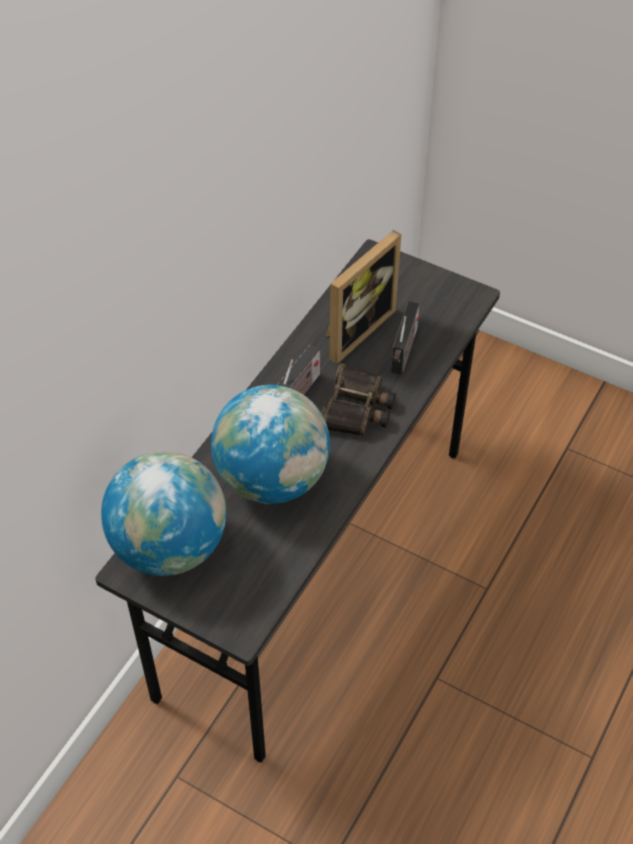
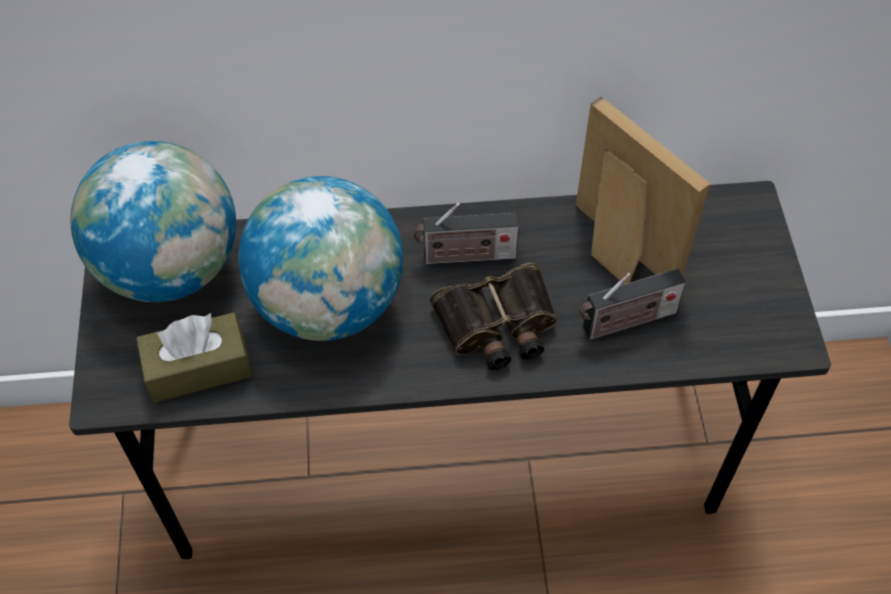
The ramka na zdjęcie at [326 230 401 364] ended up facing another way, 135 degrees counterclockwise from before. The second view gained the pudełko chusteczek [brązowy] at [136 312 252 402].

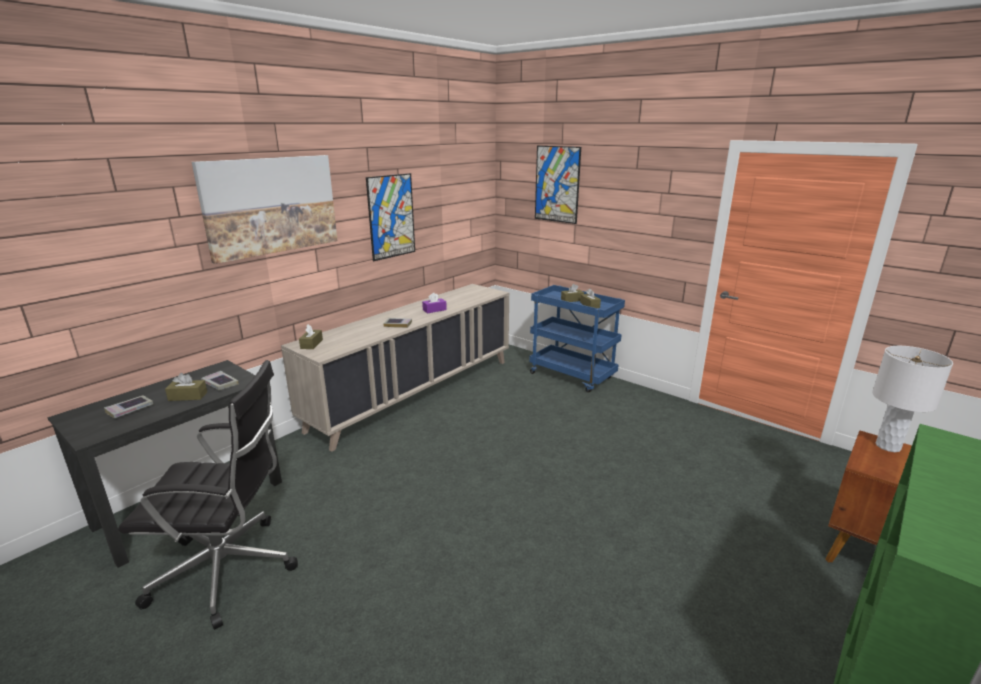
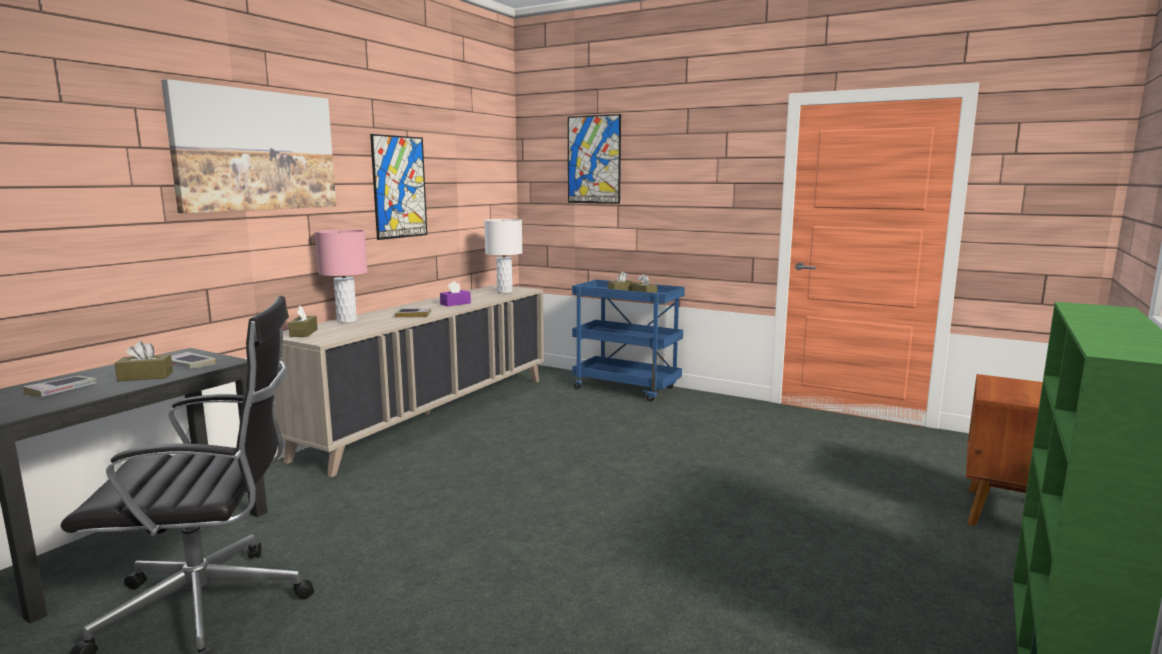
The lampa stołowa [biały] ended up elsewhere, having gone from [872 346 953 452] to [484 219 523 293]. The second view gained the lampa stołowa [różowy] at [315 229 368 323].

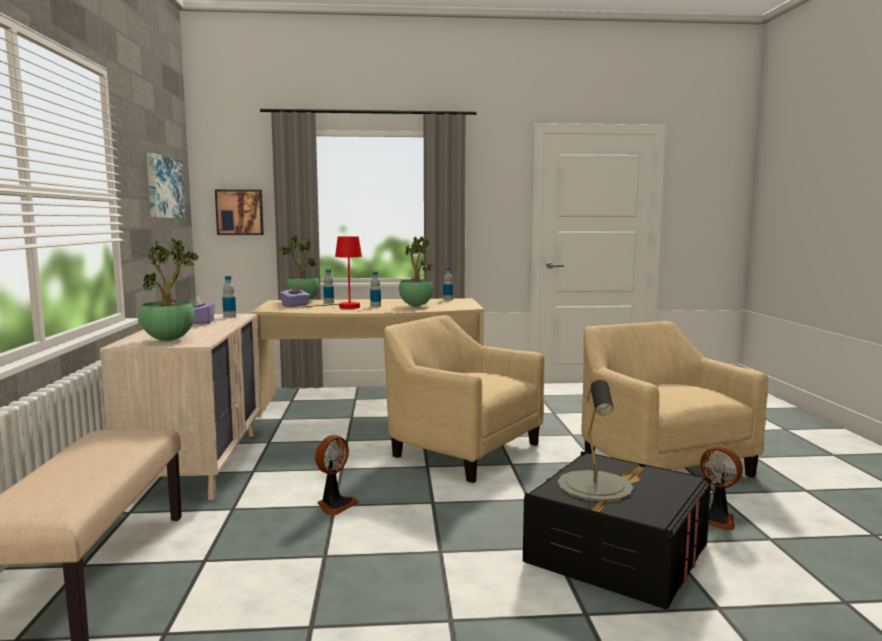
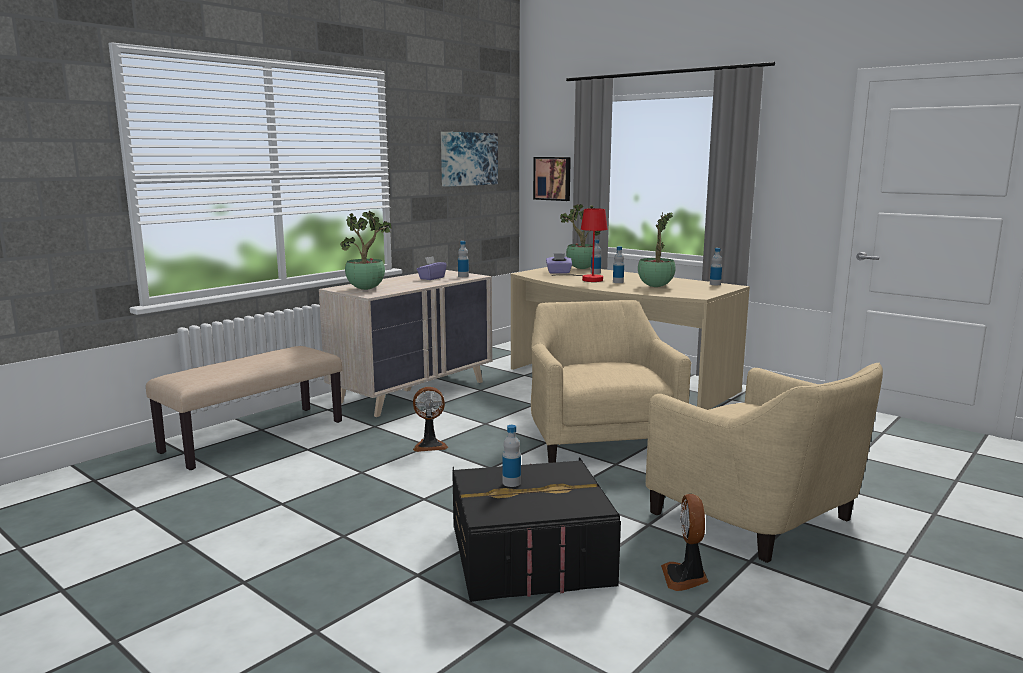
The fotel [beżowy] at [582 321 768 478] ended up facing another way, 120 degrees clockwise from before. Where the lampa stołowa [szary] stood at [557 380 634 502], the butelka came to stand at [503 425 521 487].

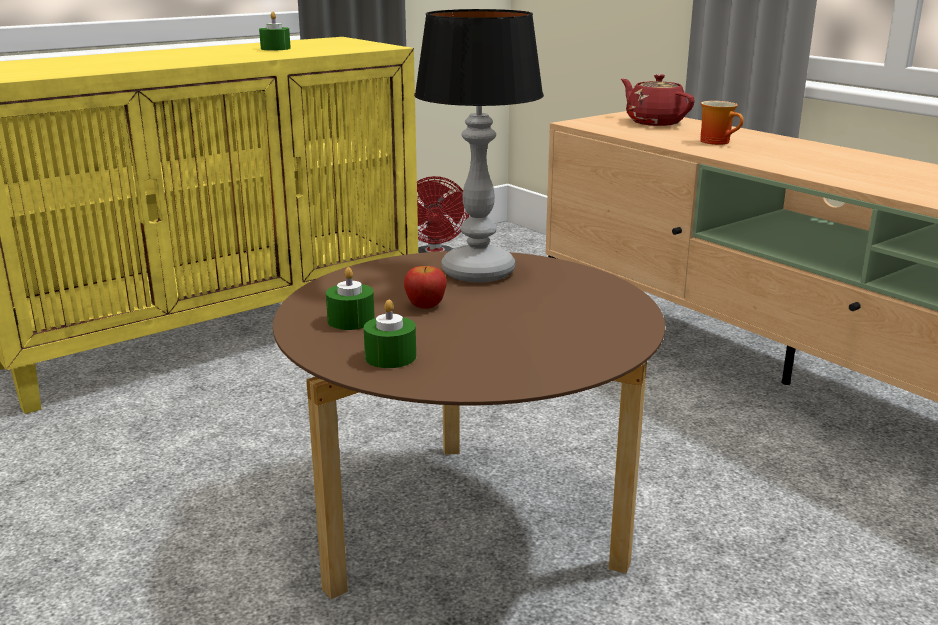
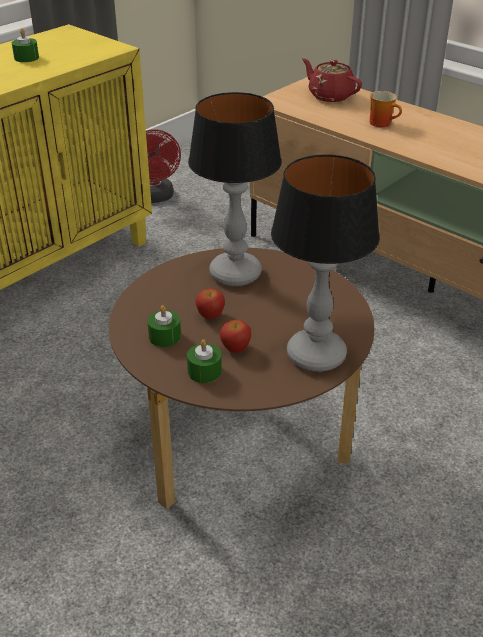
The second view gained the lampa stołowa at [271 155 380 372]. The second view gained the jabłko at [220 319 251 353].

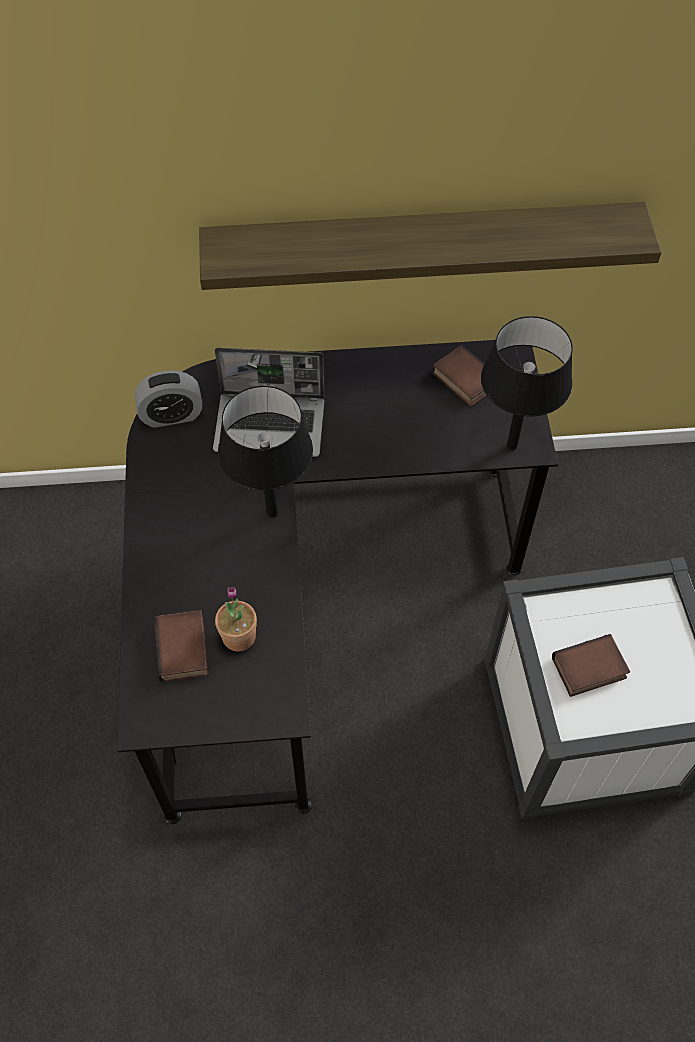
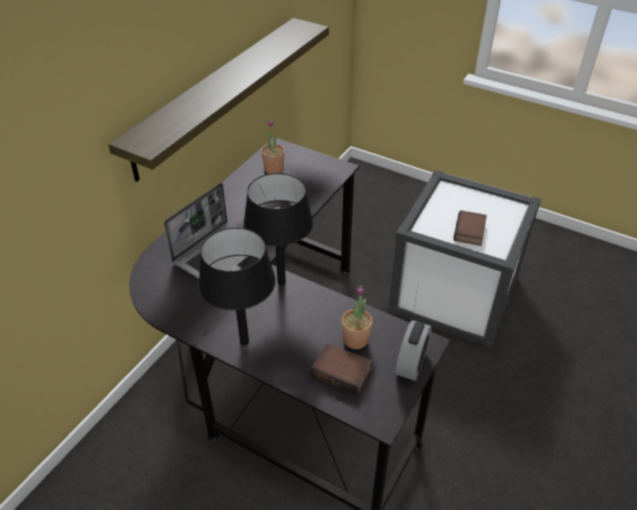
The lampa stołowa [czarny] ended up elsewhere, having gone from [481 316 572 450] to [198 228 276 345]. Where the książka stood at [432 345 487 407], the roślina doniczkowa came to stand at [261 119 285 174]. The budzik ended up elsewhere, having gone from [135 370 202 428] to [396 320 432 381].

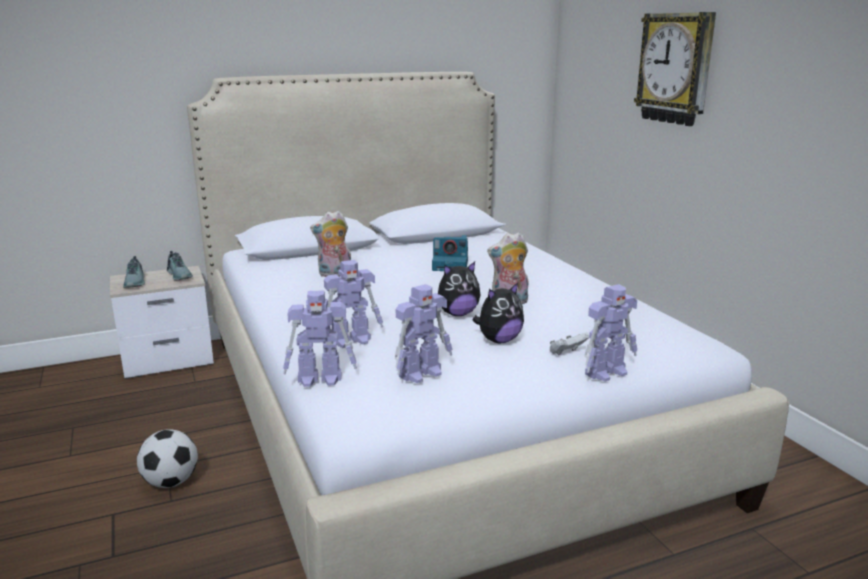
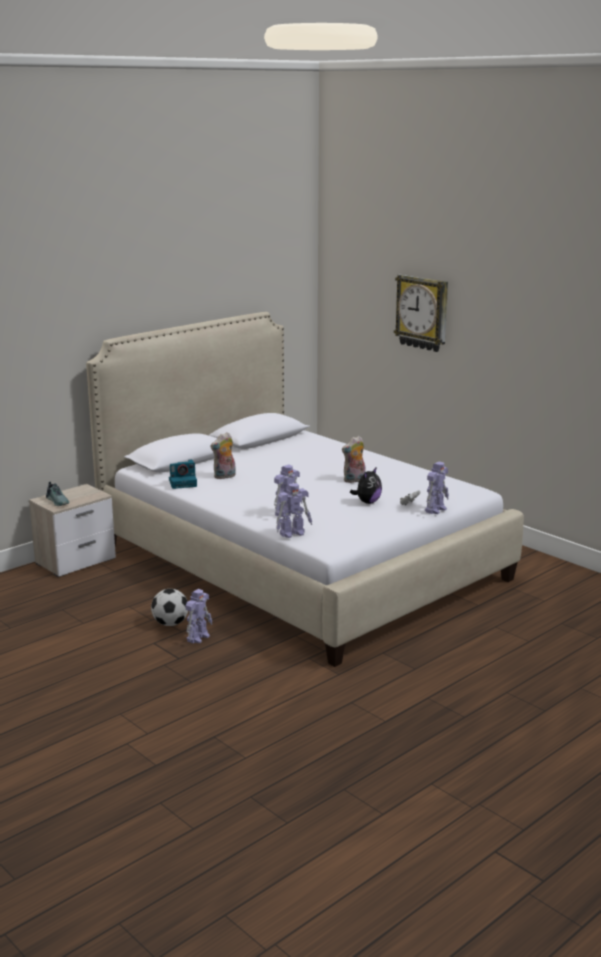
The aparat fotograficzny ended up elsewhere, having gone from [432 235 468 271] to [169 459 197 489]. The second view lost the but at [167 251 193 281]. The second view lost the pluszak at [438 262 480 316]. The robot zabawkowy ended up elsewhere, having gone from [395 284 452 383] to [186 589 212 643].

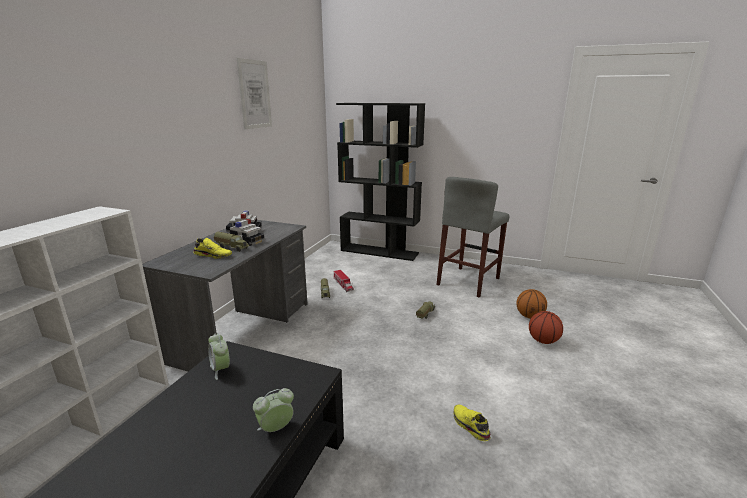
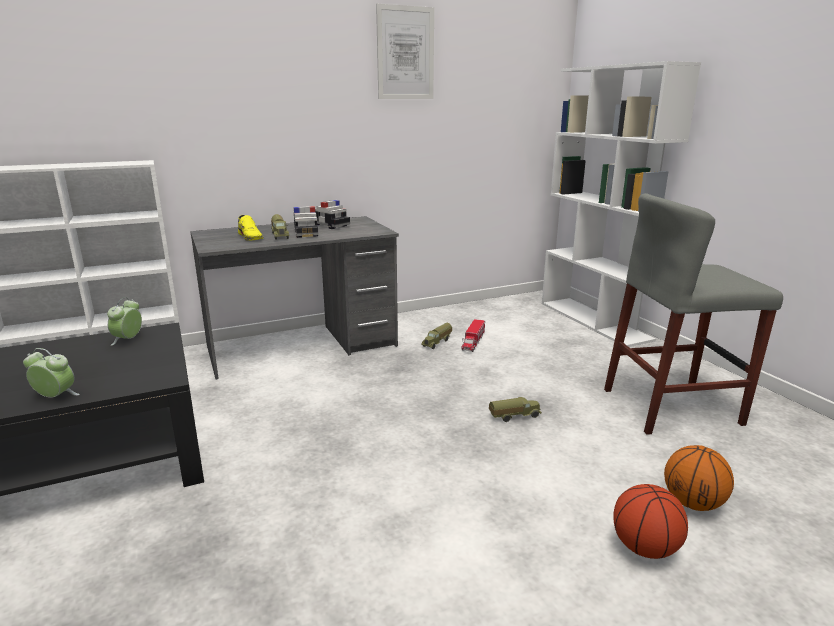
What was the regał [czarny] at [336 103 425 261] turned into the regał [biały] at [542 61 701 347]. The second view lost the but [żółty] at [453 405 491 441].

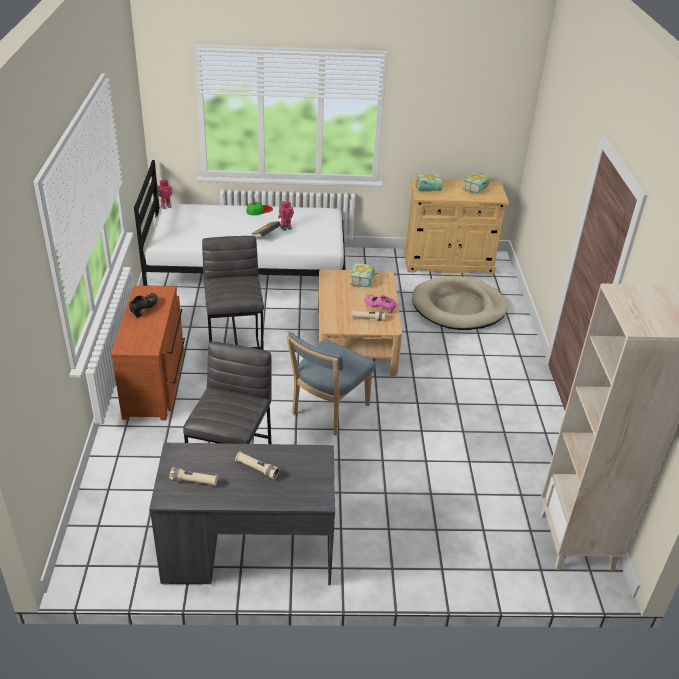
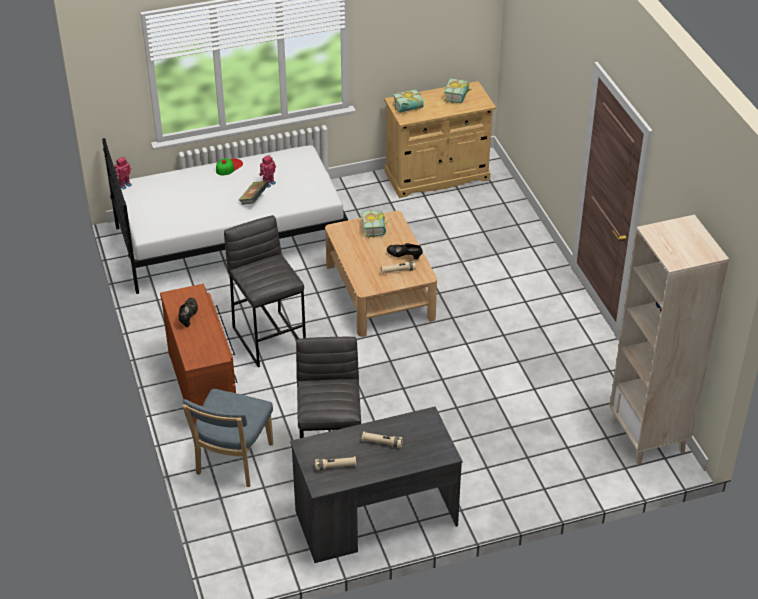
The second view lost the legowisko [beżowy] at [412 276 508 330]. What was the but [różowy] at [364 295 396 313] turned into the but [czarny] at [387 243 423 260]. The krzesło [niebieski] ended up elsewhere, having gone from [287 332 375 436] to [182 389 273 487].

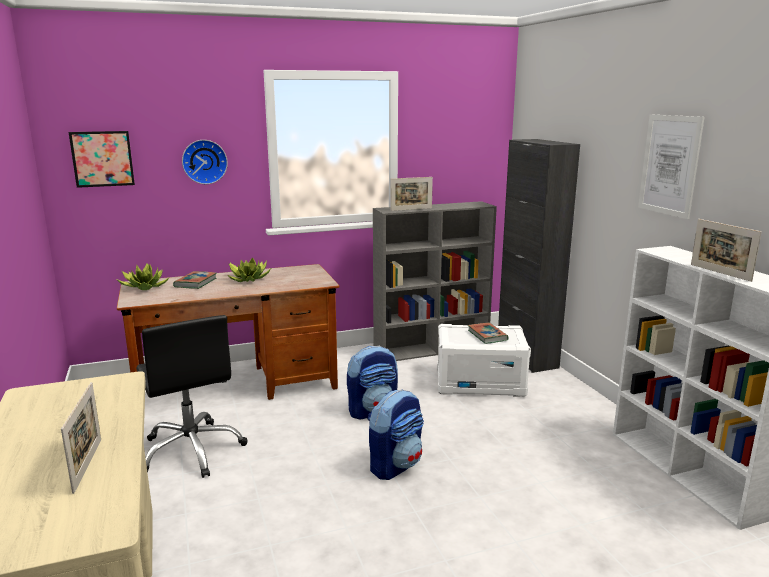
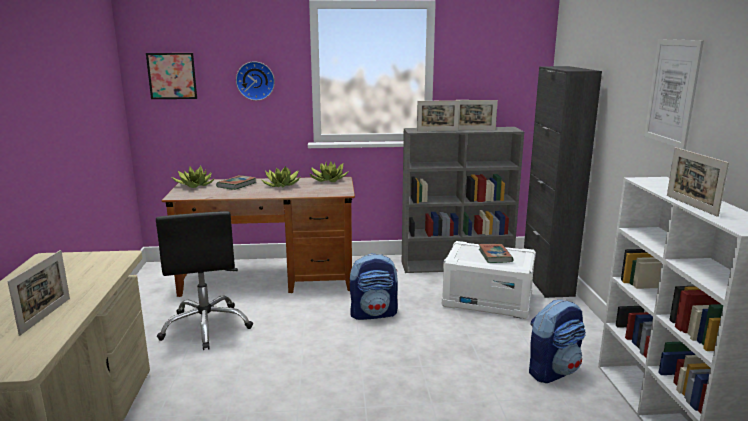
The plecak ended up elsewhere, having gone from [368 389 424 480] to [529 299 586 383]. The second view gained the ramka na zdjęcie at [458 100 498 130]. The second view gained the roślina doniczkowa at [309 162 349 182].

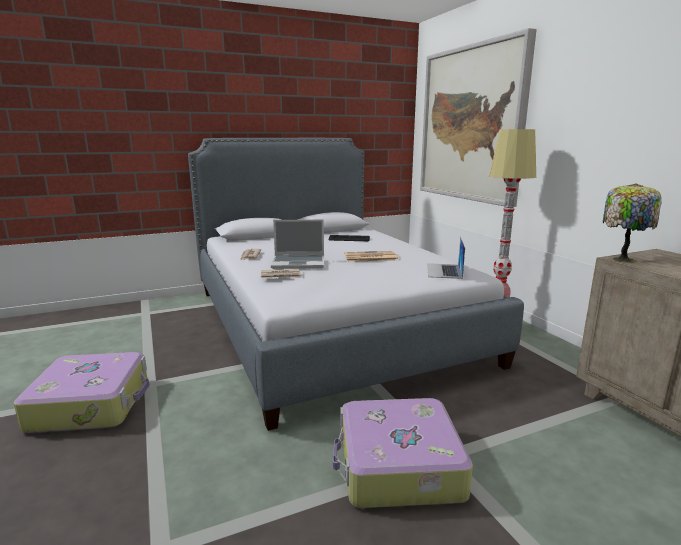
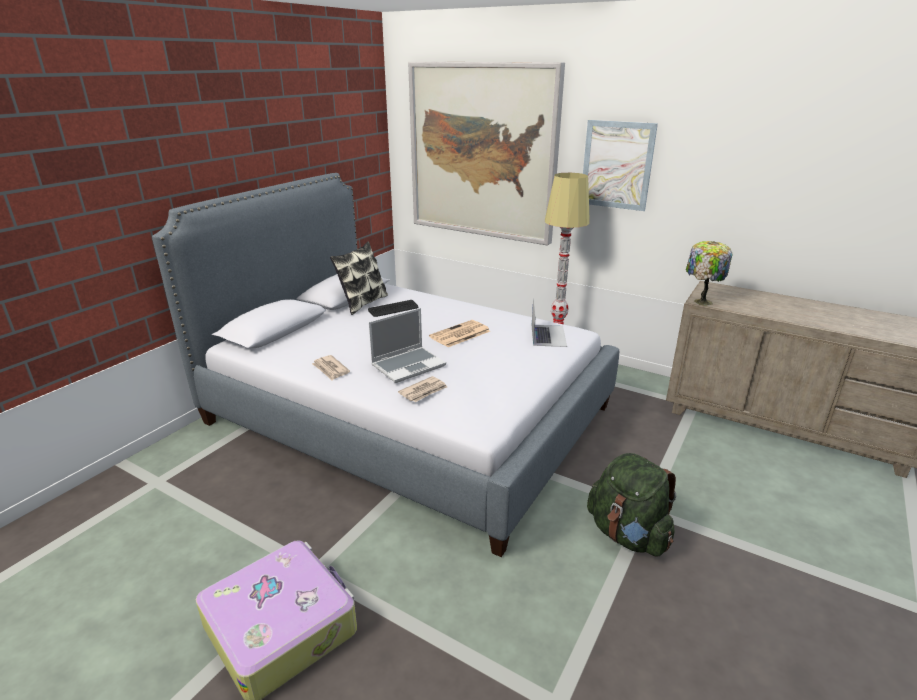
The laptop at [427 237 465 279] ended up facing another way, 150 degrees counterclockwise from before. Where the walizka stood at [333 398 473 508], the plecak [zielony] came to stand at [587 453 676 557]. The second view gained the obraz at [583 120 658 211]. The second view gained the poduszka at [330 241 388 315].

